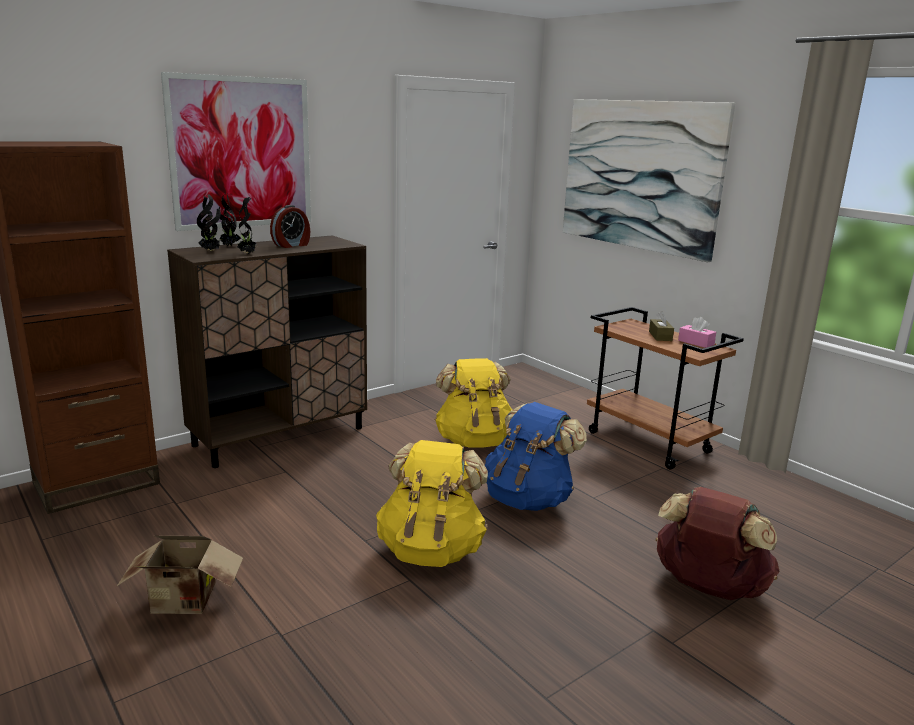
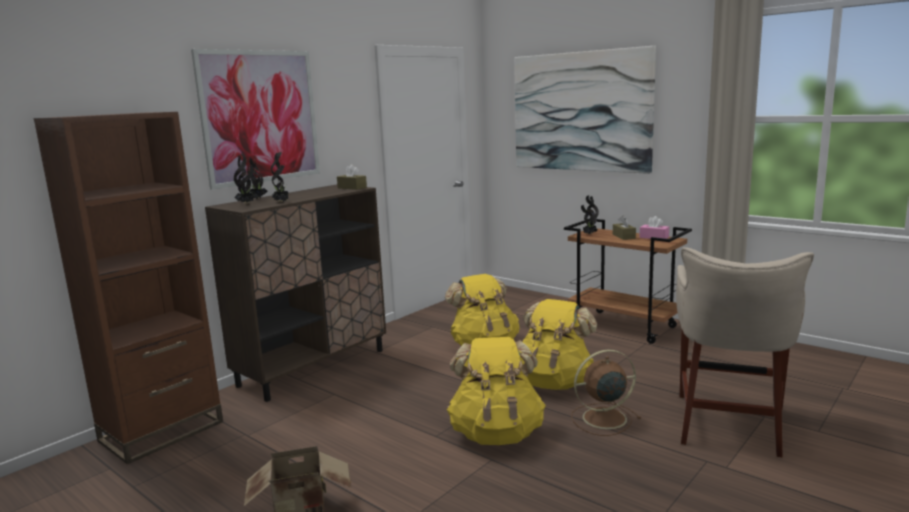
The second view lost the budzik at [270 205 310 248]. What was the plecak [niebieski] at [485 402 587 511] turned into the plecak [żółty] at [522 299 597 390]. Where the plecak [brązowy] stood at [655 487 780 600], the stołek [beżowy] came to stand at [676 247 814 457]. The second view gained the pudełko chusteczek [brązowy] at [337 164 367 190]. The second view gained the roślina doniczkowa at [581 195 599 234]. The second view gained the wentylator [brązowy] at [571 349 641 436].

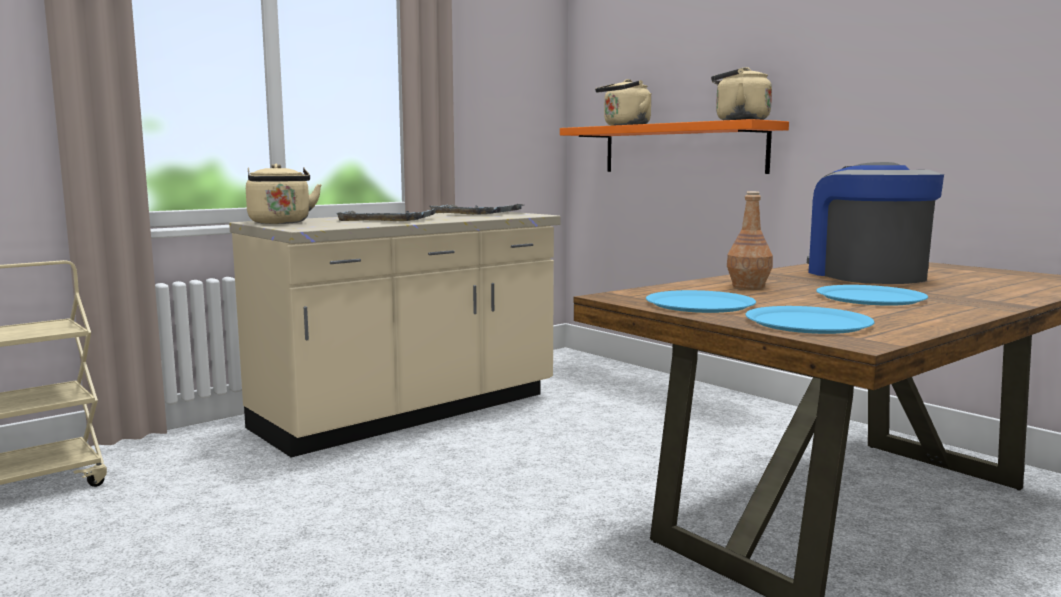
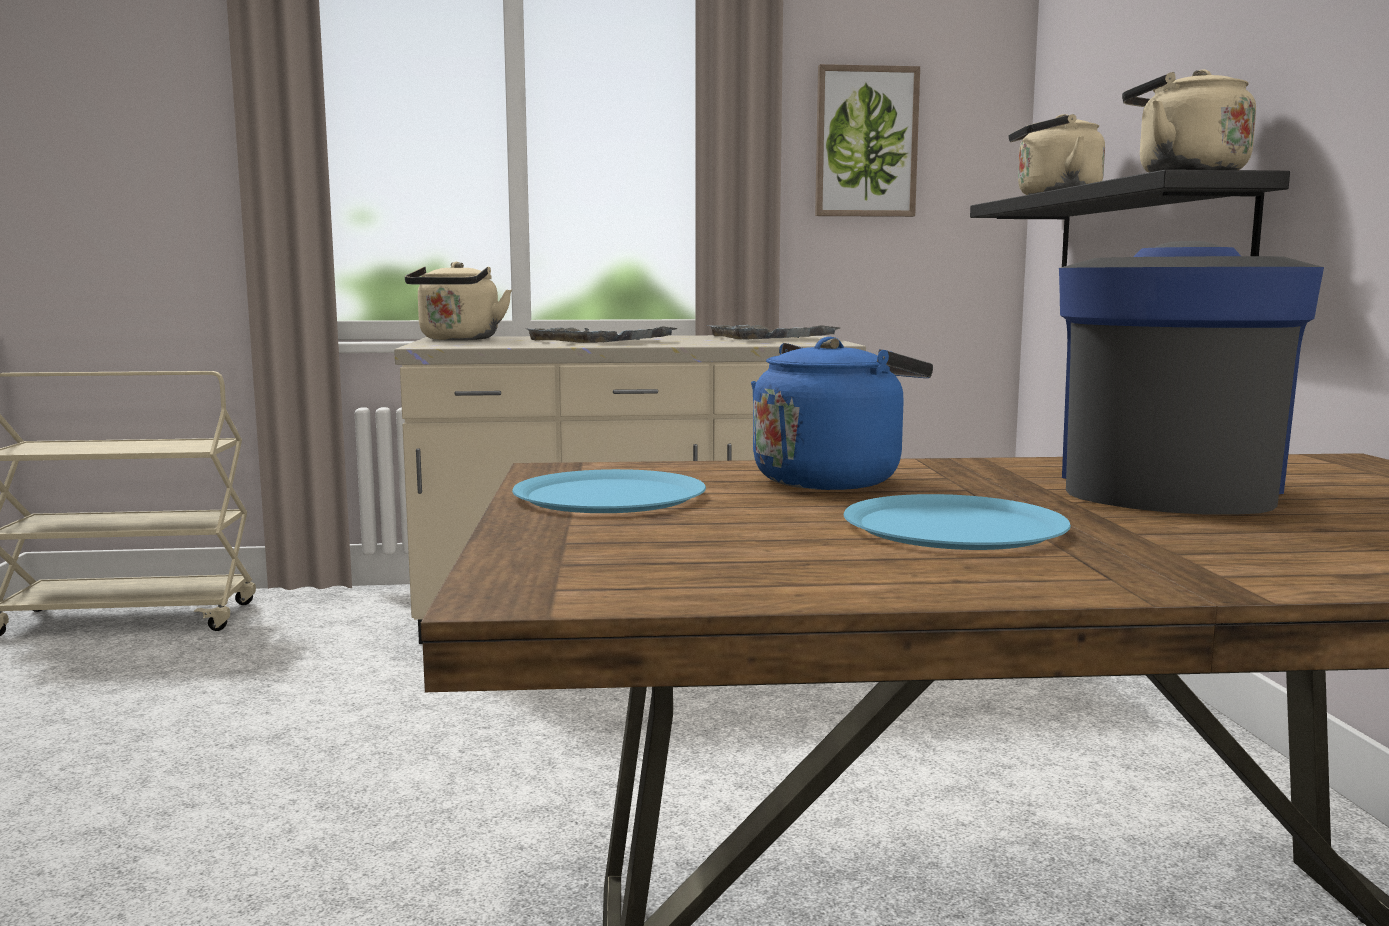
What was the półka [pomarańczowy] at [560 119 789 174] turned into the półka [czarny] at [970 169 1290 267]. Where the butelka [brązowy] stood at [727 191 773 289], the czajnik [niebieski] came to stand at [751 337 933 490]. The second view lost the talerz [niebieski] at [745 306 875 334]. The second view gained the obraz at [815 64 920 217].

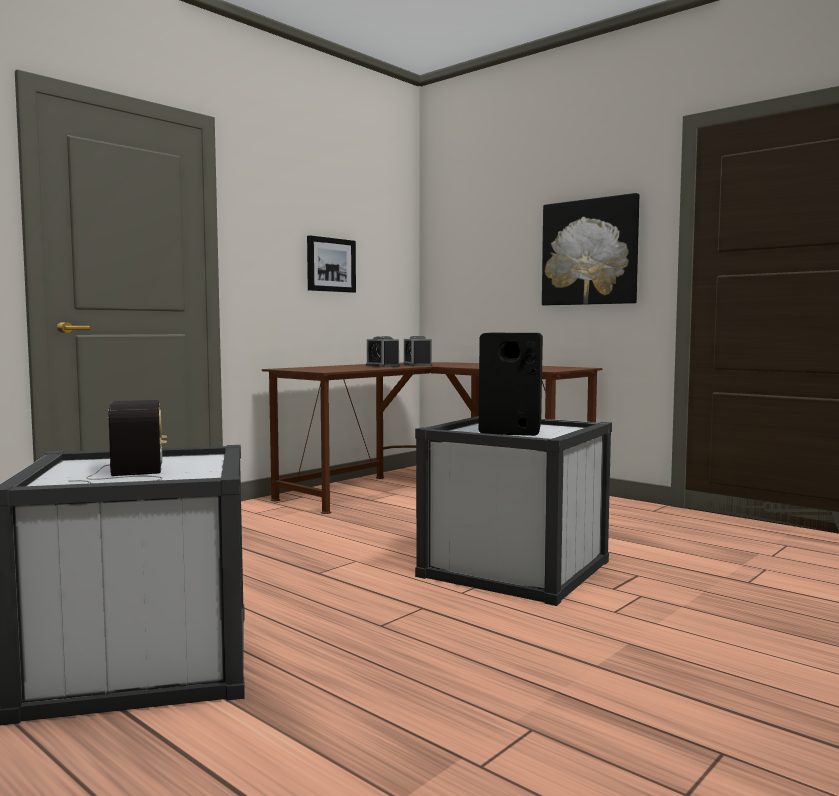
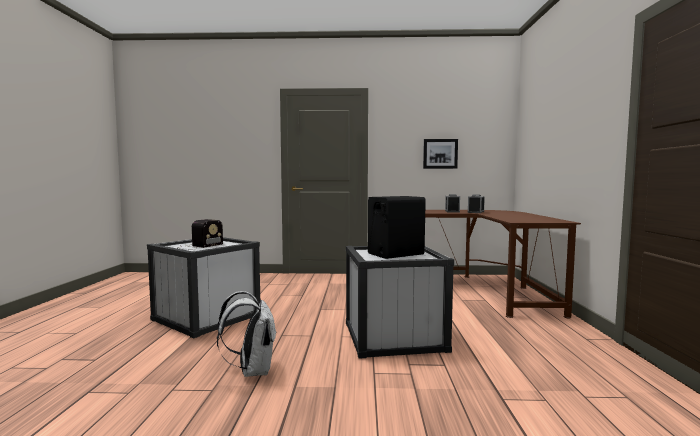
The second view lost the obraz at [542 193 639 305]. The second view gained the plecak [biały] at [217 291 276 377].

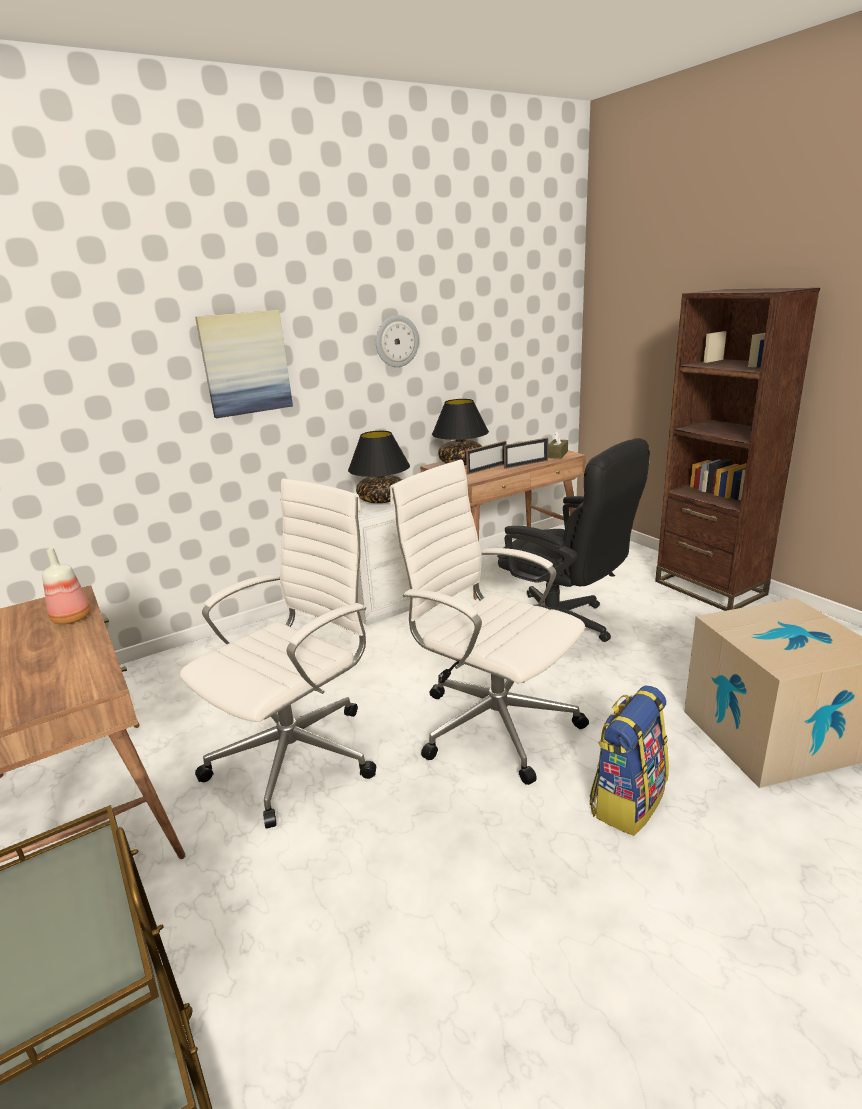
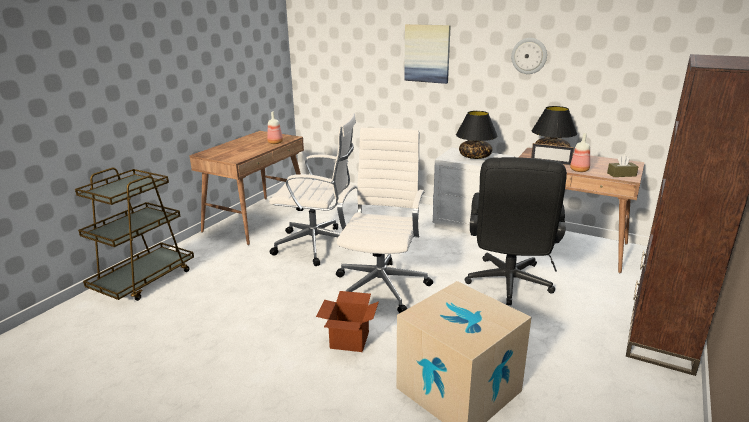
Where the ramka na zdjęcie stood at [504 438 548 469], the butelka came to stand at [570 133 590 172]. Where the plecak stood at [590 686 669 836], the karton came to stand at [316 291 379 352].

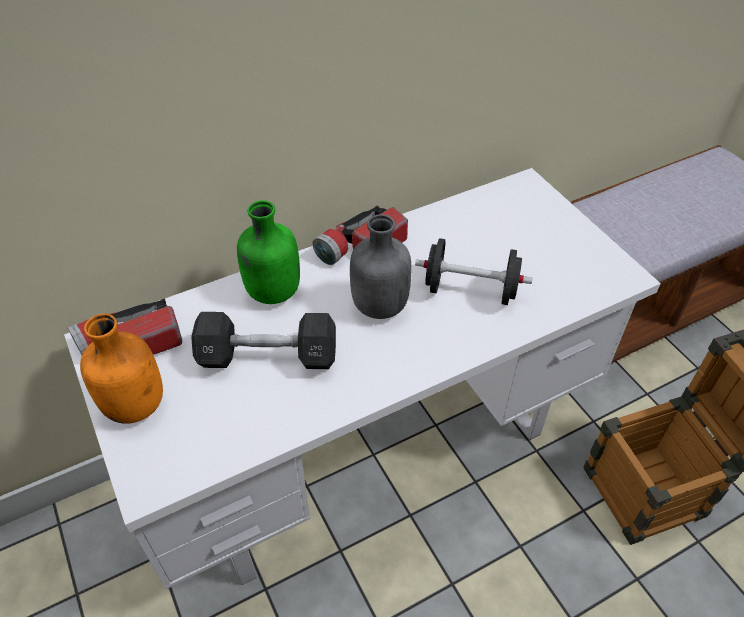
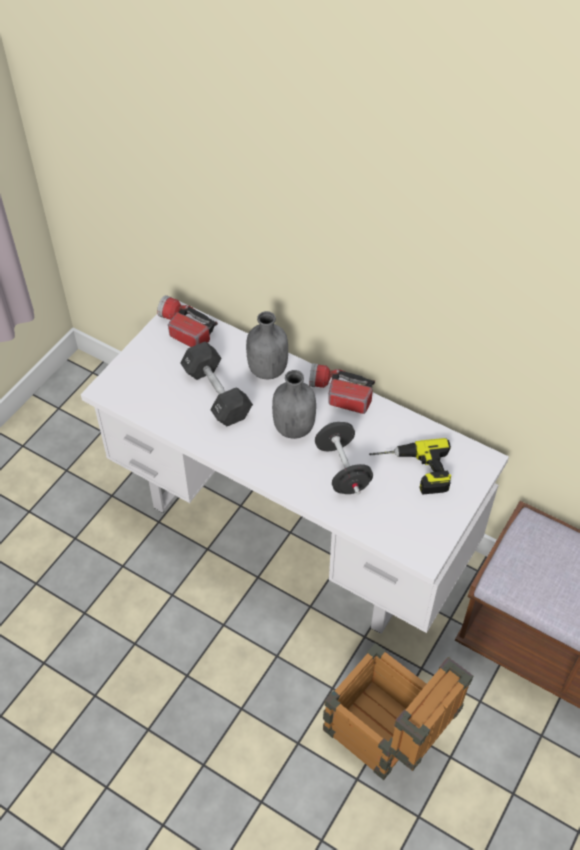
What was the butelka [zielony] at [237 200 300 304] turned into the butelka [szary] at [246 311 288 379]. The second view lost the butelka [pomarańczowy] at [80 314 163 424]. The second view gained the wiertarka at [369 438 451 494].

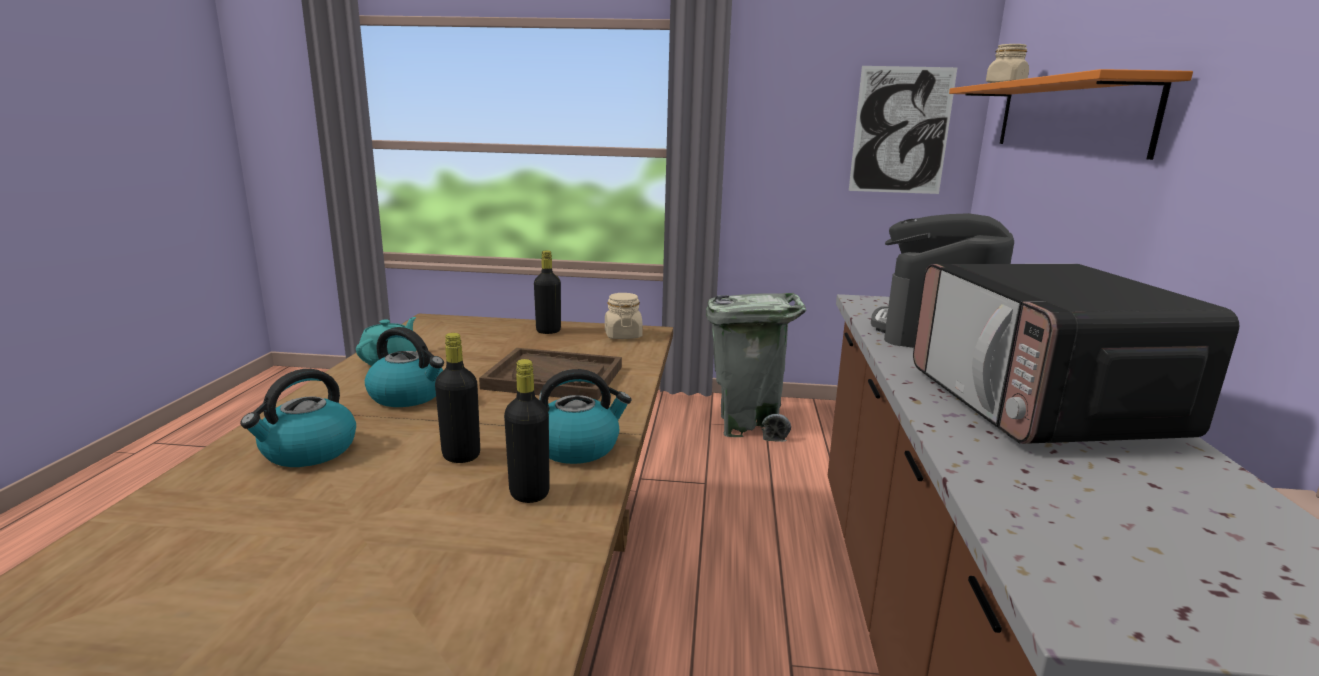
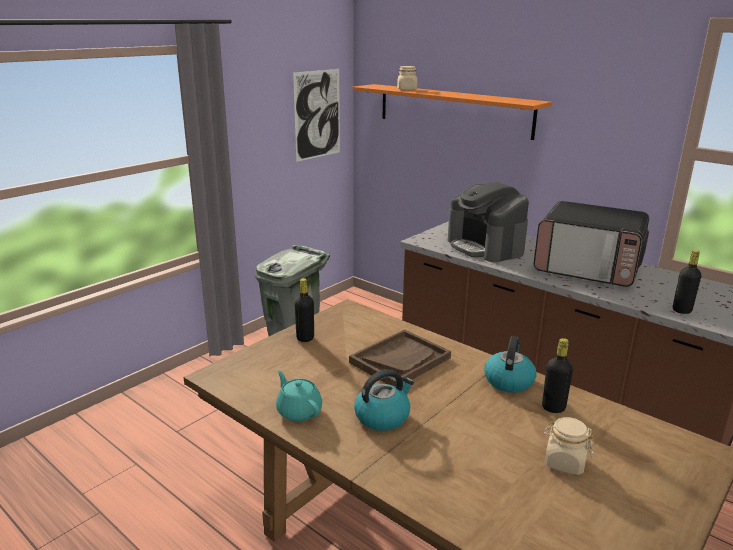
The słoik [beżowy] ended up elsewhere, having gone from [605 293 643 339] to [543 417 594 475]. The butelka [czarny] ended up elsewhere, having gone from [435 333 480 463] to [673 250 701 314]. The second view lost the czajnik at [240 369 356 467].

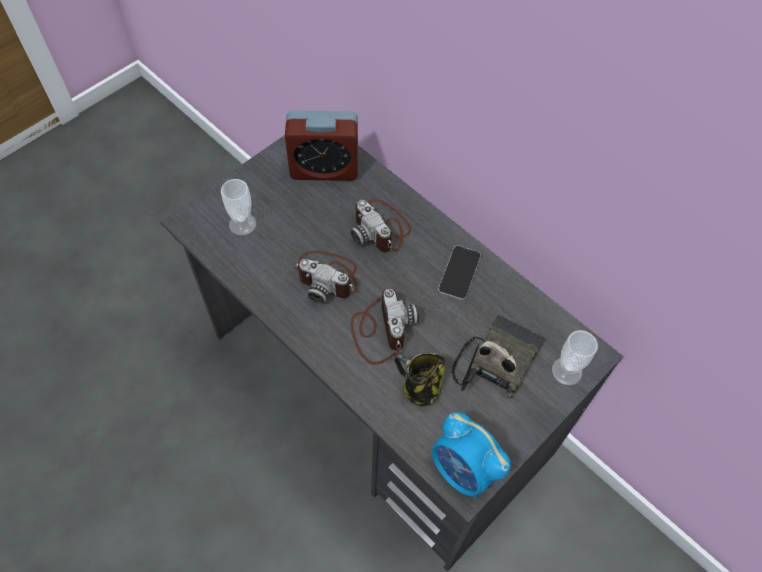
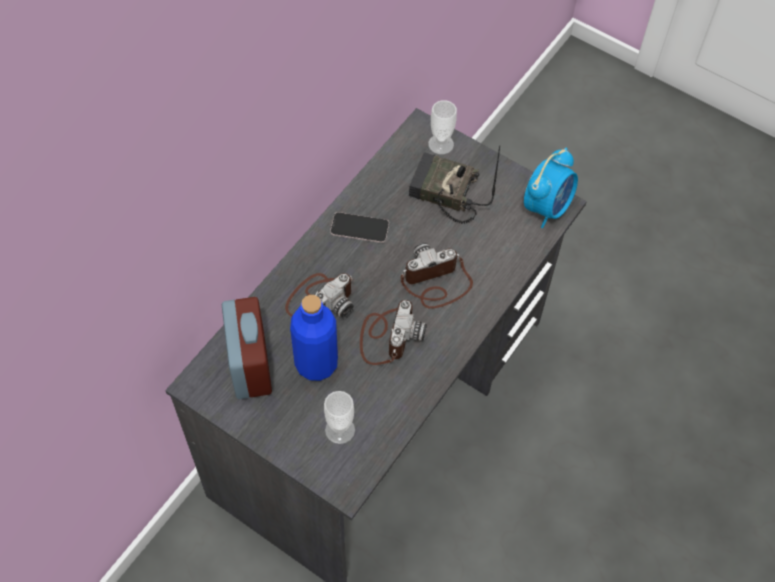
The second view lost the kubek at [395 352 446 407]. The second view gained the butelka [niebieski] at [290 295 338 381].

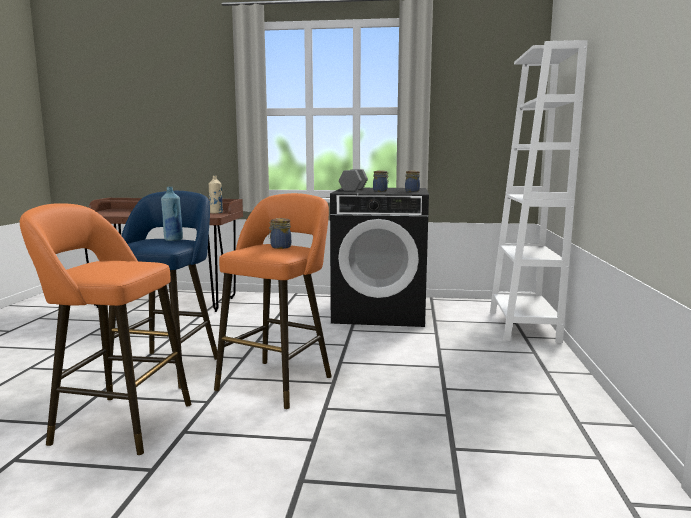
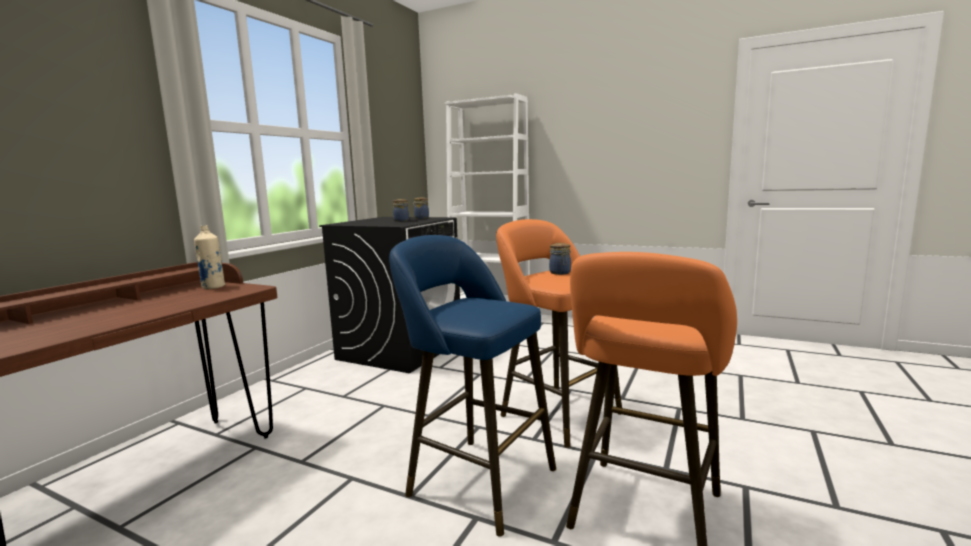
The second view lost the hantel [szary] at [339 169 368 191]. The second view lost the butelka [niebieski] at [161 187 183 241].

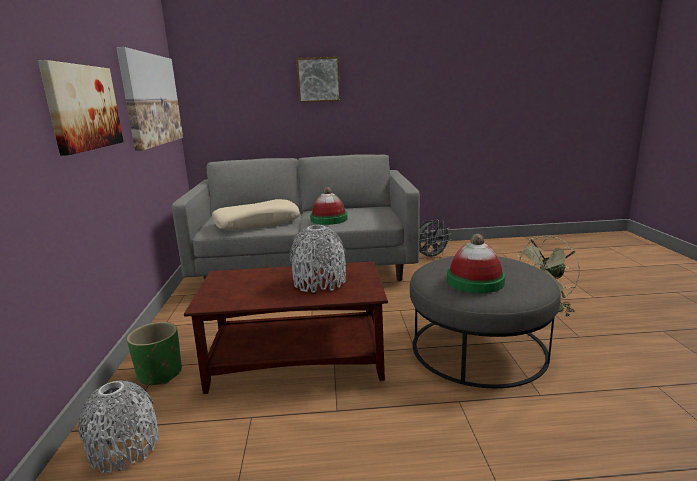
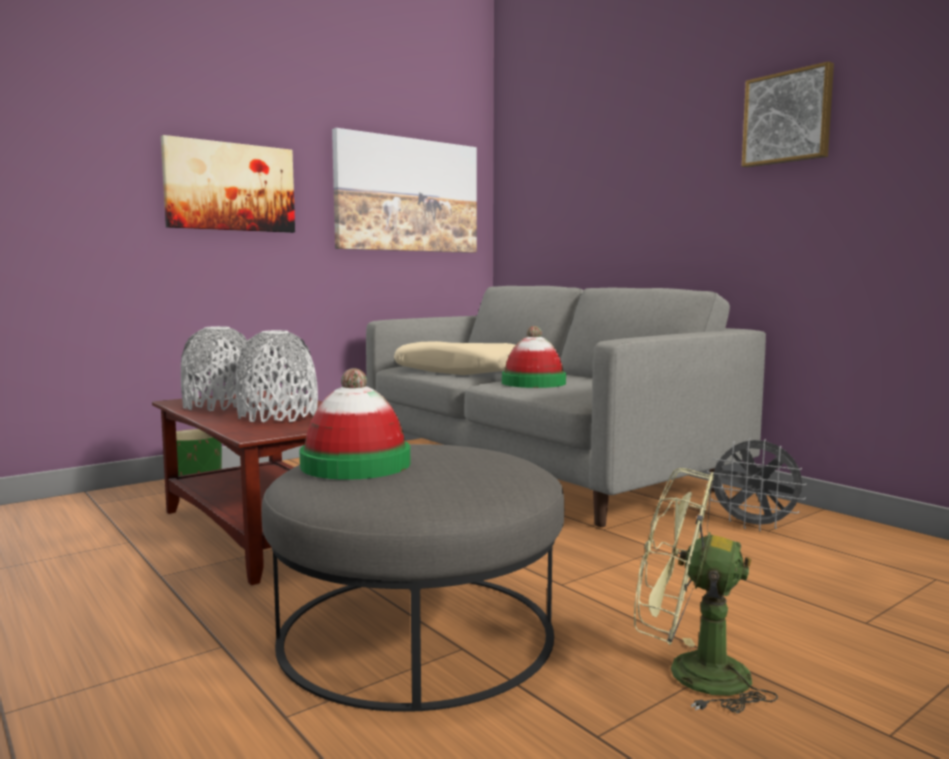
The obraz ended up elsewhere, having gone from [296 57 341 102] to [742 61 834 167]. The wazon [szary] ended up elsewhere, having gone from [78 381 159 473] to [181 326 258 411].

